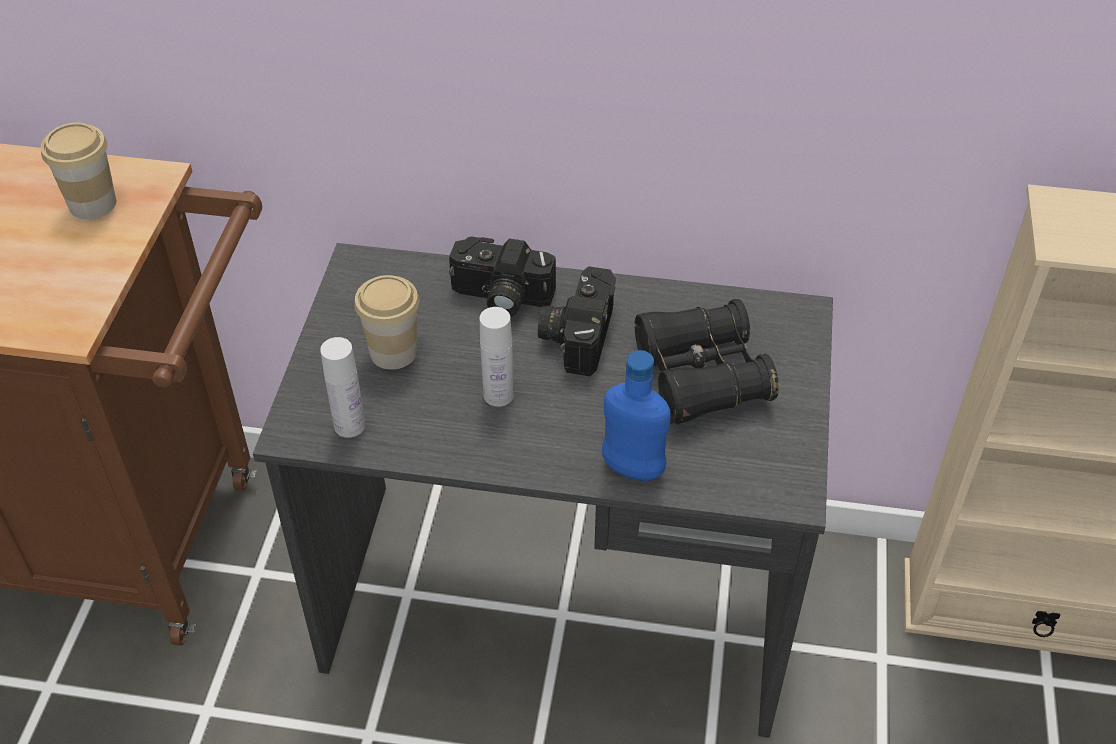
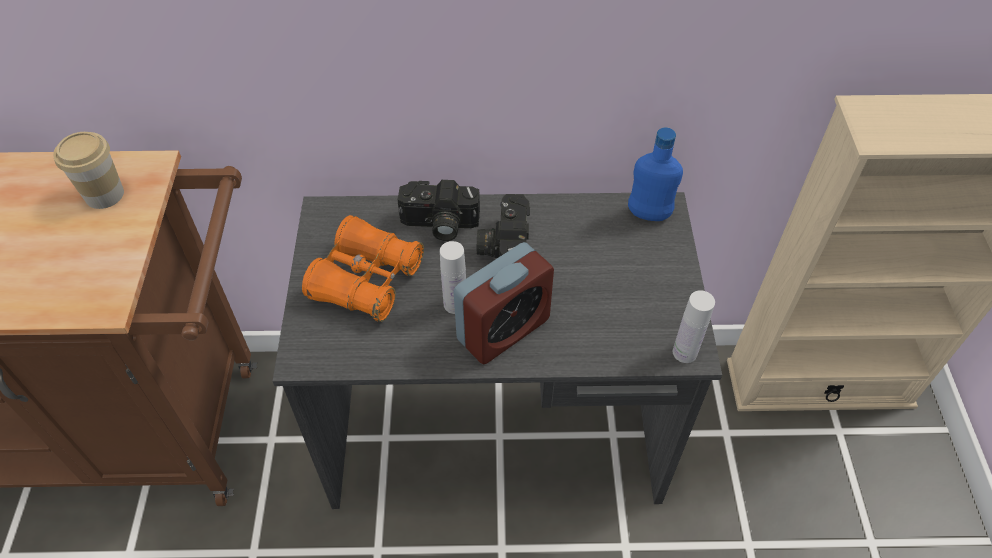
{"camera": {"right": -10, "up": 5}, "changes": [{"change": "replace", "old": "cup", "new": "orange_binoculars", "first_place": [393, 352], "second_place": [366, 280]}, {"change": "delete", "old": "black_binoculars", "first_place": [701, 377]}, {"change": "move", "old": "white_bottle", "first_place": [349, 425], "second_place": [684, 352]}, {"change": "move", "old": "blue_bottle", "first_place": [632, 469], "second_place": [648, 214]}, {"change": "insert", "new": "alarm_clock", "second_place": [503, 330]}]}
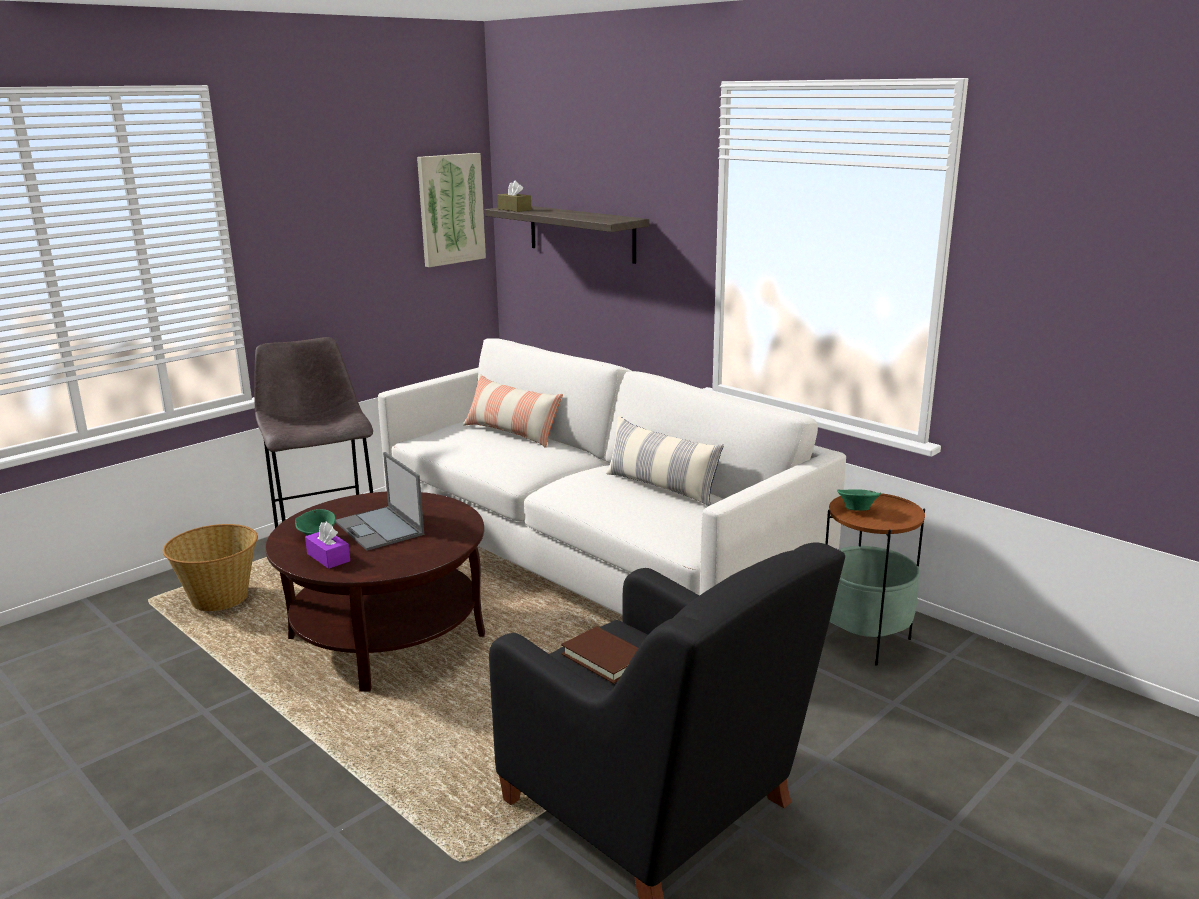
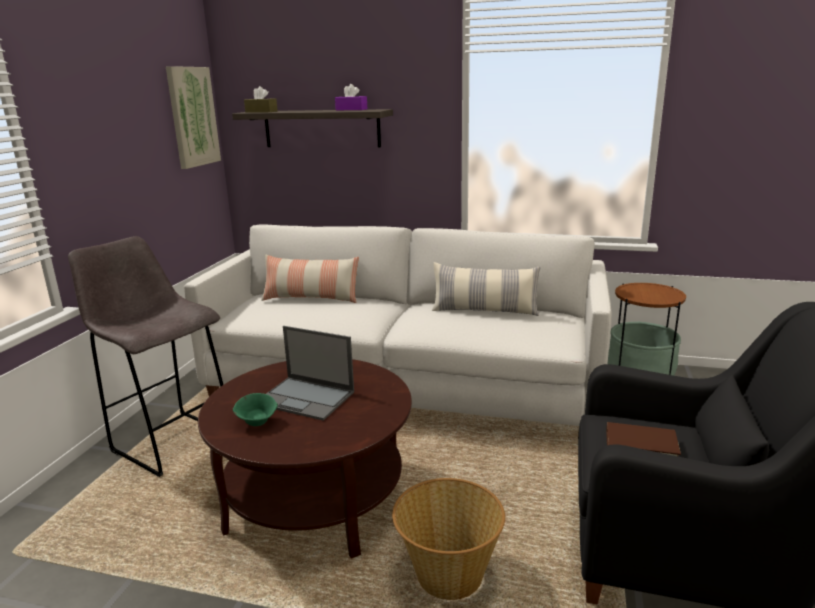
{"camera": {"right": -30, "up": 0}, "changes": [{"change": "delete", "old": "green_bowl", "first_place": [856, 510]}, {"change": "move", "old": "purple_tissue_box", "first_place": [328, 557], "second_place": [351, 109]}, {"change": "move", "old": "basket", "first_place": [220, 598], "second_place": [448, 574]}]}
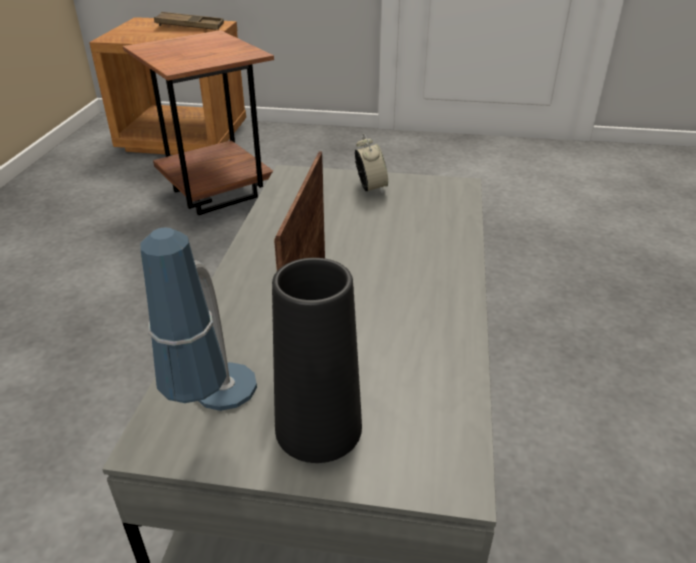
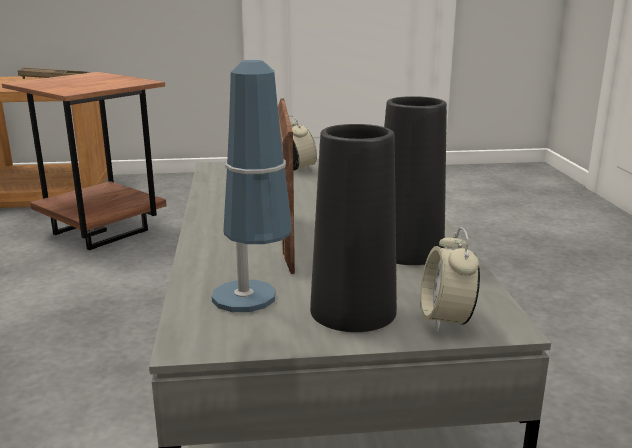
{"camera": {"right": -15, "up": -15}, "changes": [{"change": "insert", "new": "black_vase", "second_place": [408, 251]}, {"change": "insert", "new": "alarm_clock", "second_place": [446, 320]}]}
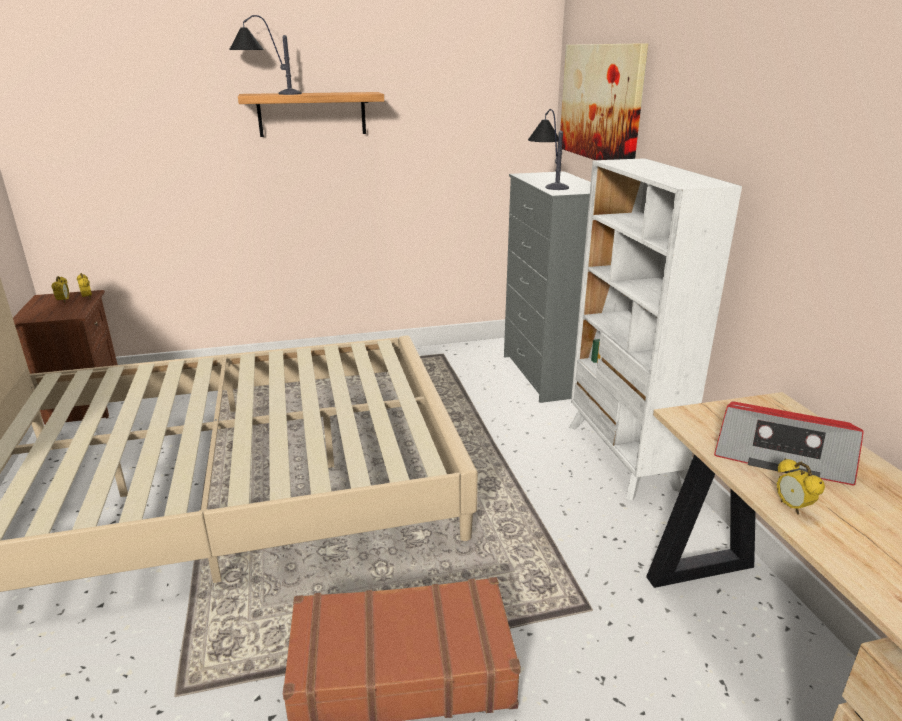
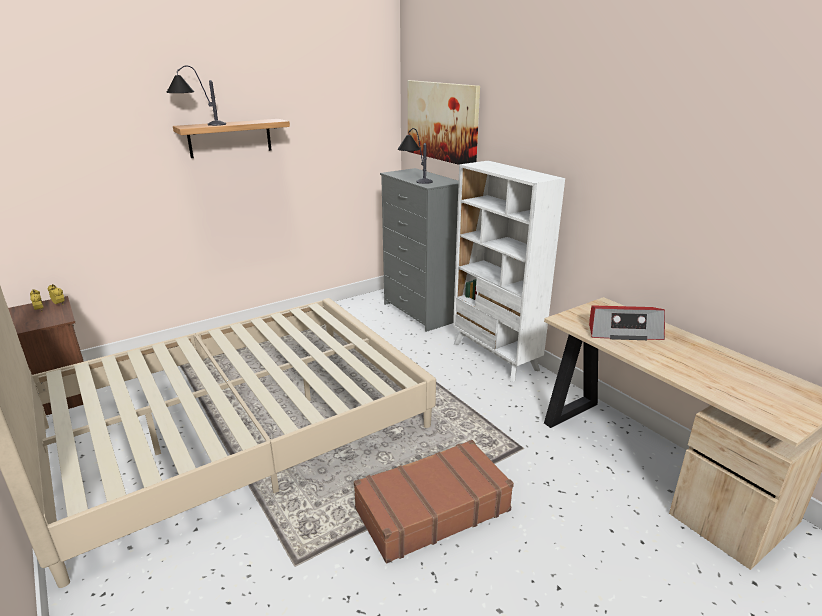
{"camera": {"right": -20, "up": 0}, "changes": [{"change": "delete", "old": "alarm_clock", "first_place": [792, 507]}]}
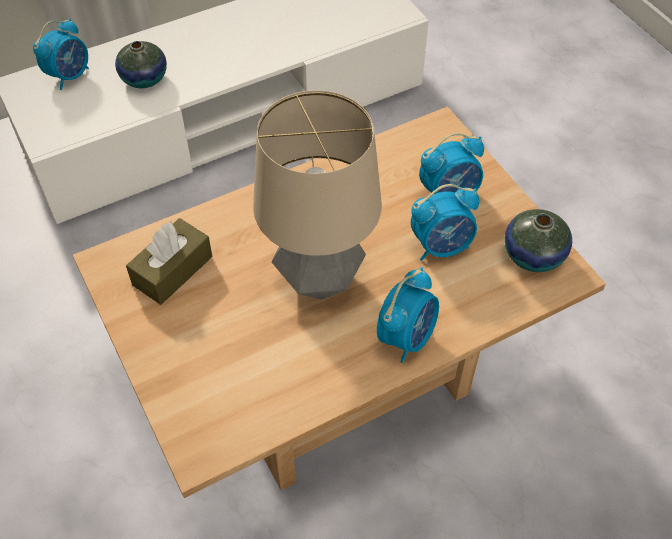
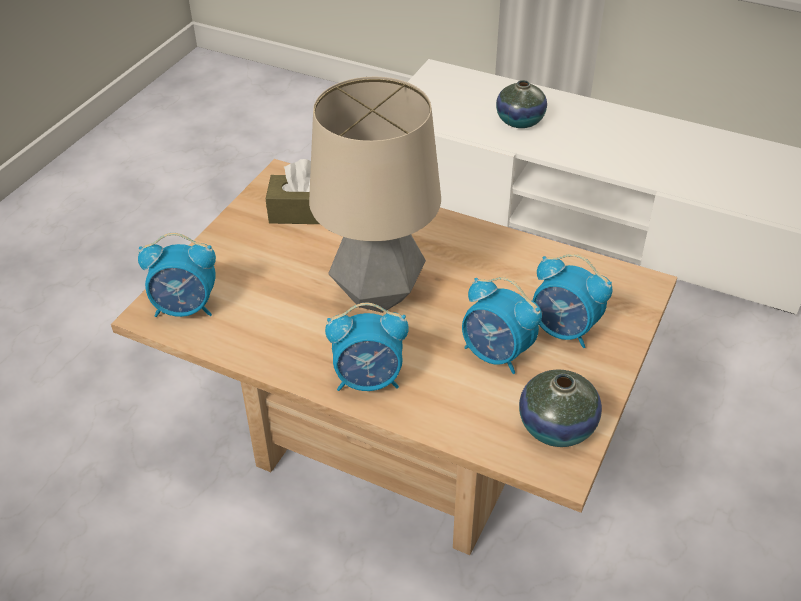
{"camera": {"right": 55, "up": -10}, "changes": [{"change": "move", "old": "alarm_clock", "first_place": [70, 75], "second_place": [186, 308]}]}
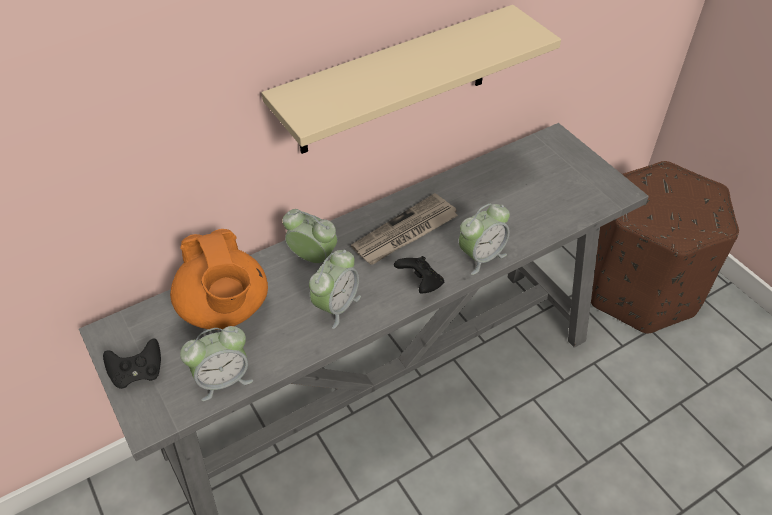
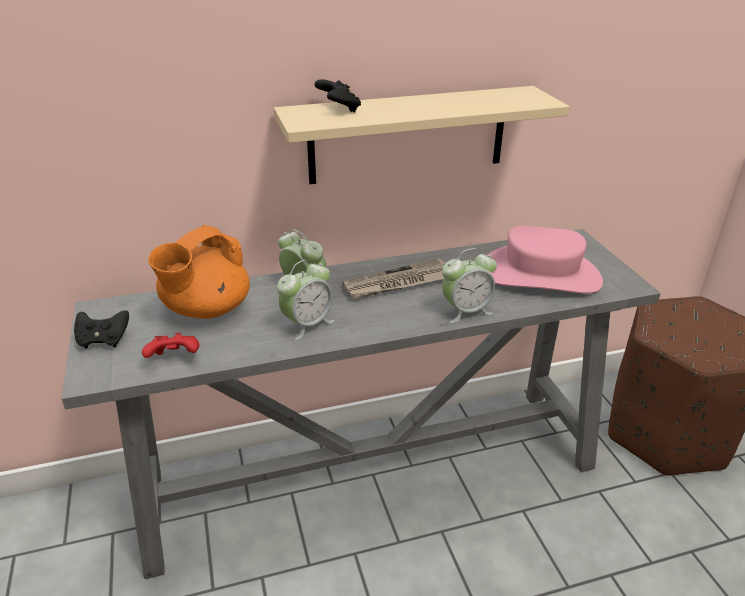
{"camera": {"right": 15, "up": -15}, "changes": [{"change": "rotate", "old": "orange_teapot", "first_place": [225, 309], "second_place": [206, 309], "degrees": 45}, {"change": "move", "old": "black_game_controller", "first_place": [420, 283], "second_place": [339, 109]}, {"change": "replace", "old": "alarm_clock", "new": "red_game_controller", "first_place": [223, 379], "second_place": [174, 359]}, {"change": "insert", "new": "pink_hat", "second_place": [540, 274]}]}
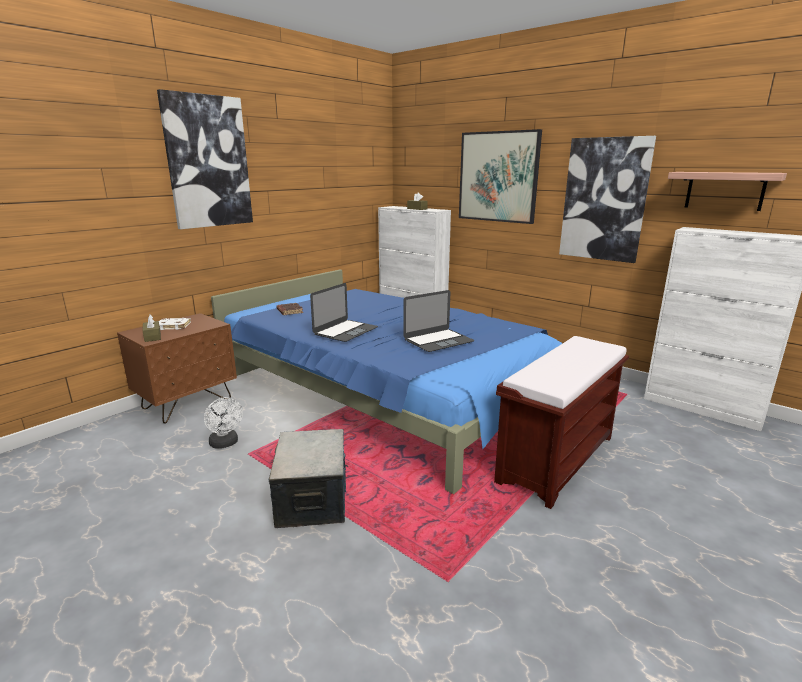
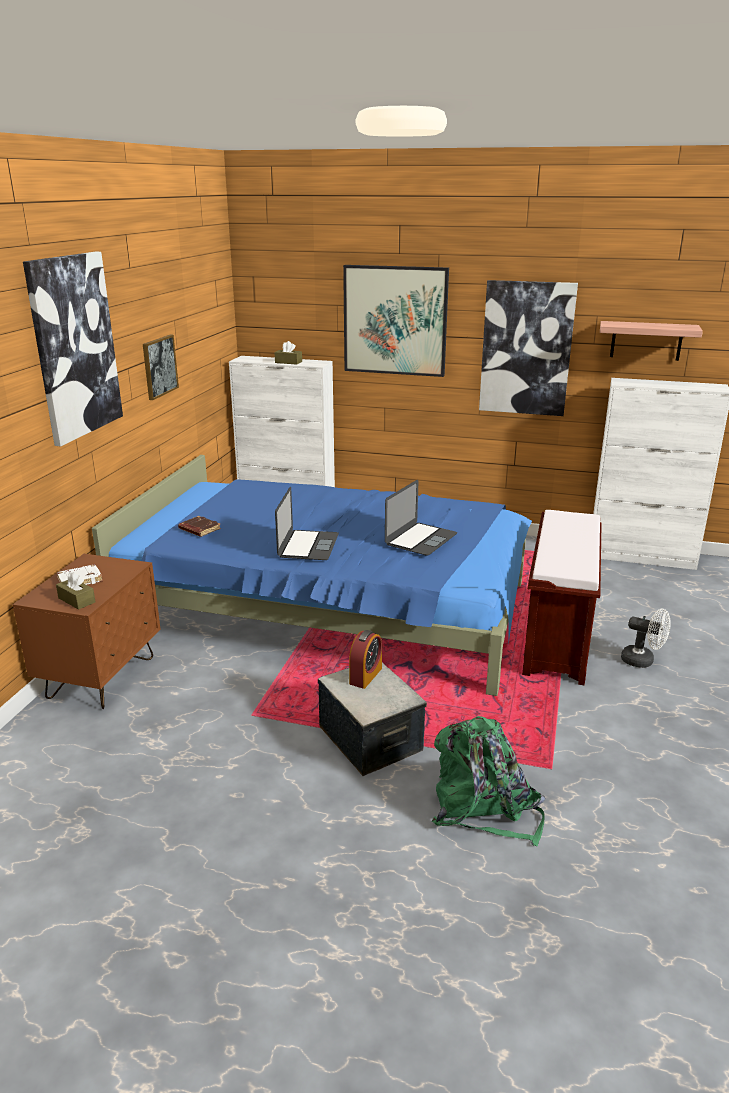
{"camera": {"right": -25, "up": 5}, "changes": [{"change": "move", "old": "white_fan", "first_place": [225, 443], "second_place": [643, 661]}, {"change": "insert", "new": "picture", "second_place": [159, 366]}, {"change": "insert", "new": "alarm_clock", "second_place": [365, 676]}, {"change": "insert", "new": "green_backpack", "second_place": [484, 808]}]}
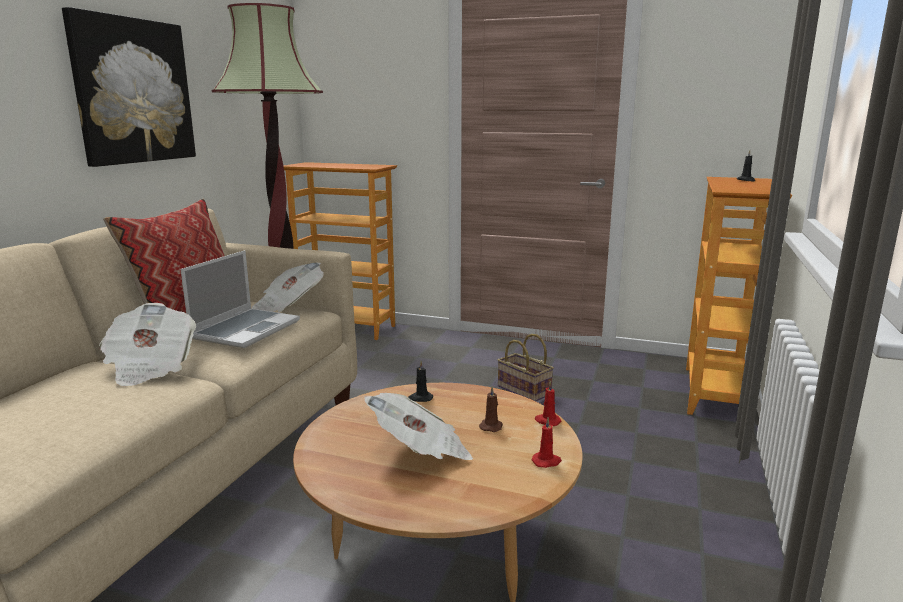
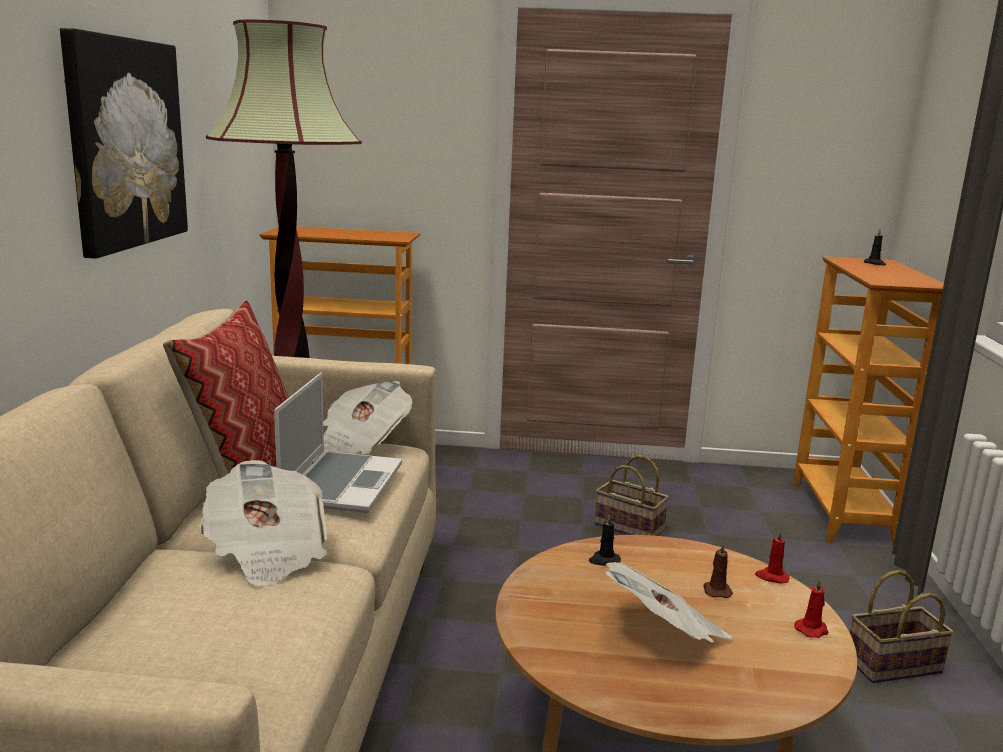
{"camera": {"right": -15, "up": 0}, "changes": [{"change": "insert", "new": "basket", "second_place": [892, 666]}]}
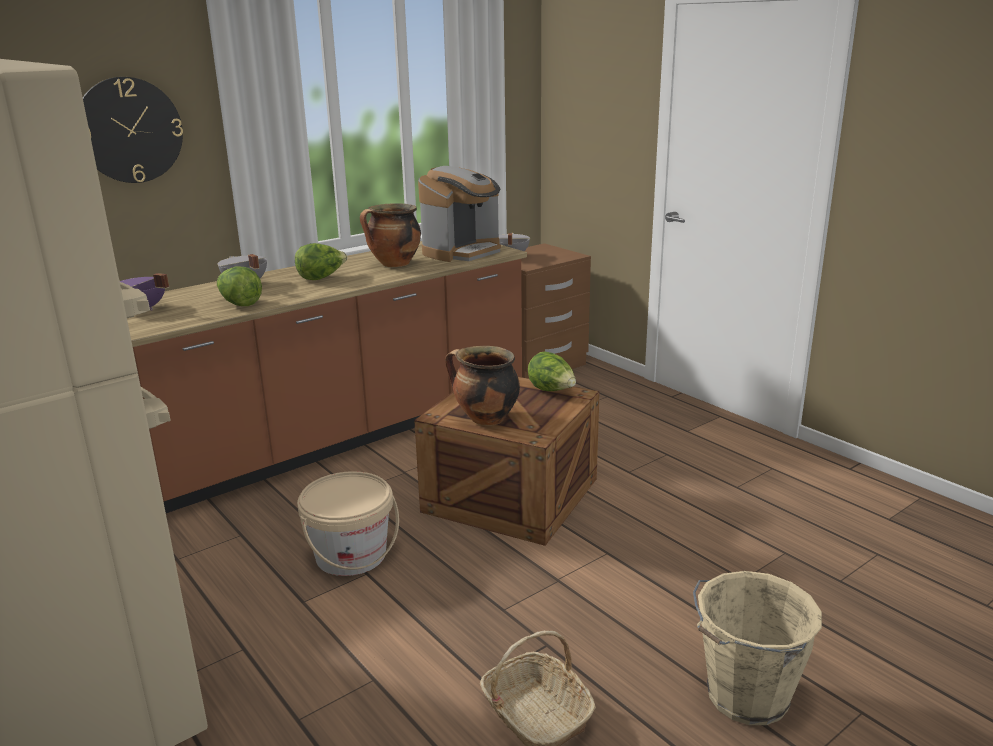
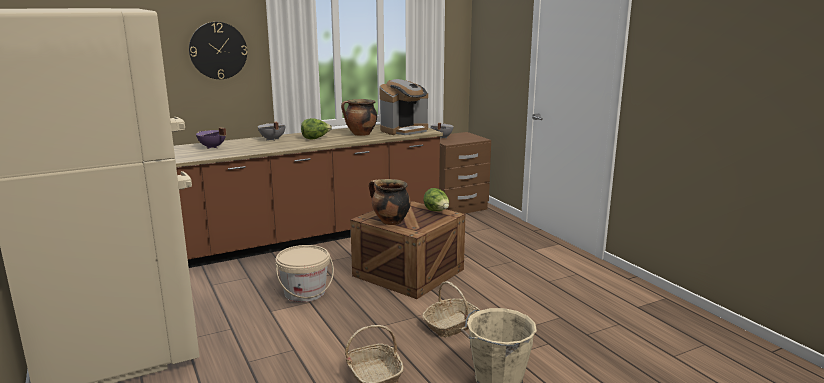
{"camera": {"right": 10, "up": -5}, "changes": [{"change": "delete", "old": "lettuce", "first_place": [240, 304]}, {"change": "insert", "new": "basket", "second_place": [452, 325]}]}
